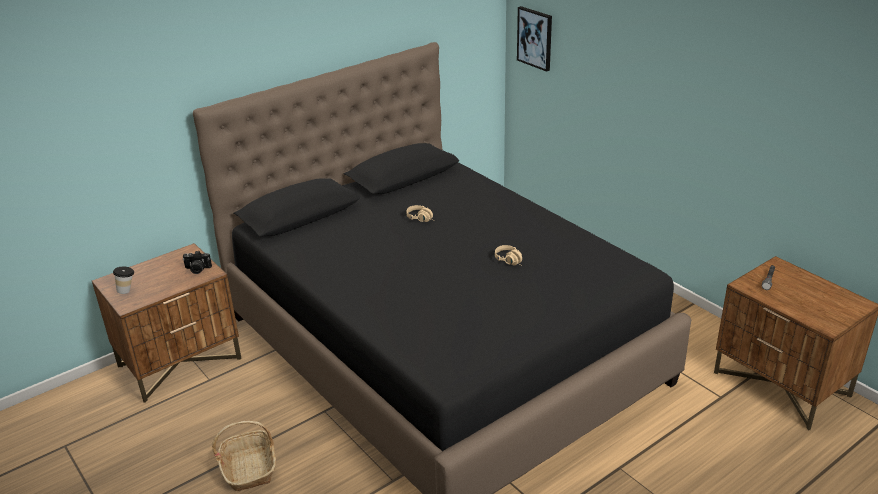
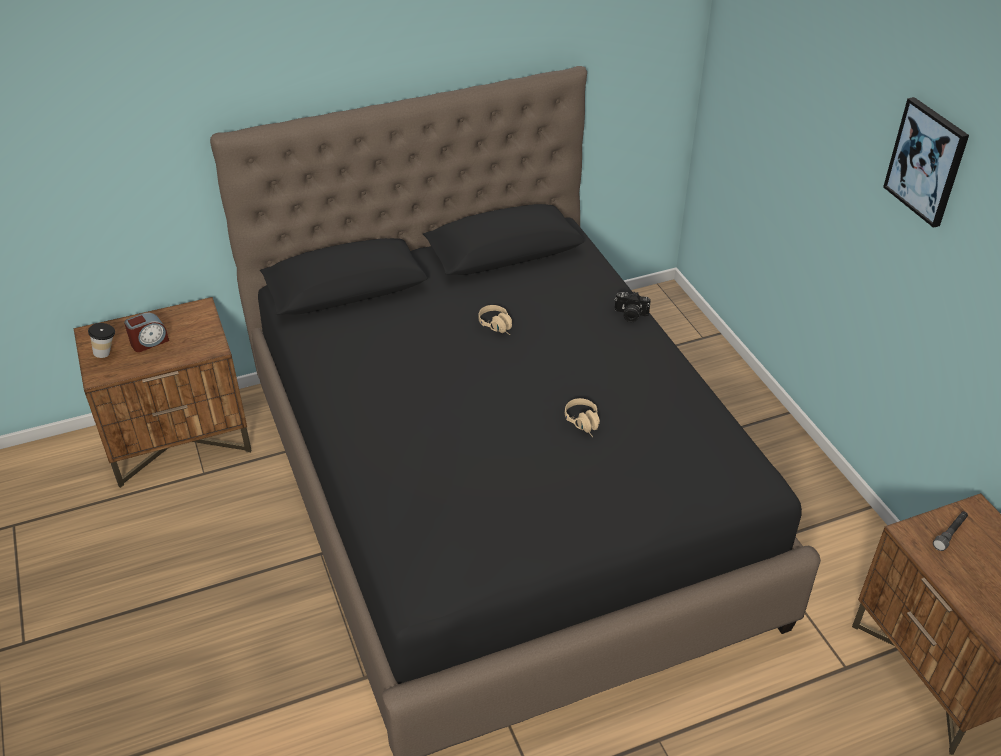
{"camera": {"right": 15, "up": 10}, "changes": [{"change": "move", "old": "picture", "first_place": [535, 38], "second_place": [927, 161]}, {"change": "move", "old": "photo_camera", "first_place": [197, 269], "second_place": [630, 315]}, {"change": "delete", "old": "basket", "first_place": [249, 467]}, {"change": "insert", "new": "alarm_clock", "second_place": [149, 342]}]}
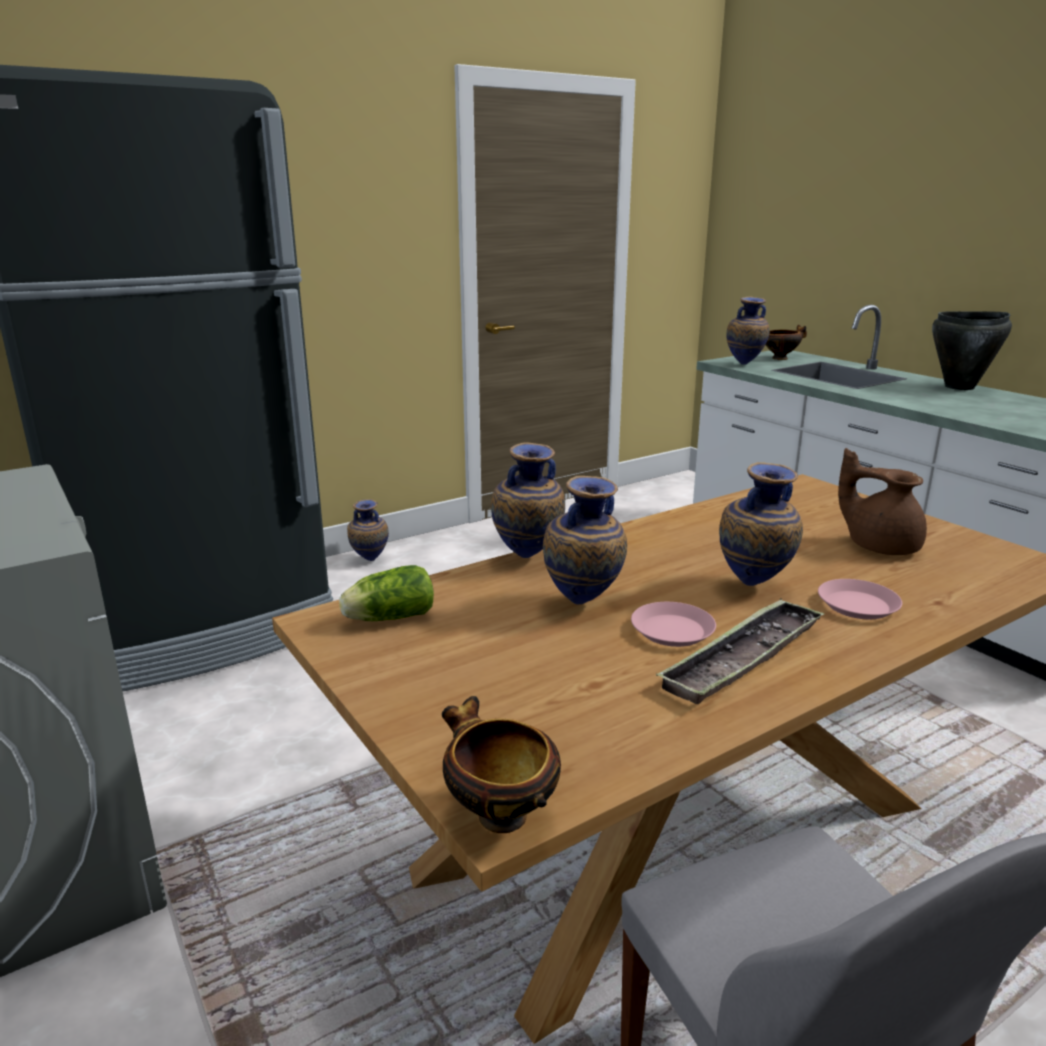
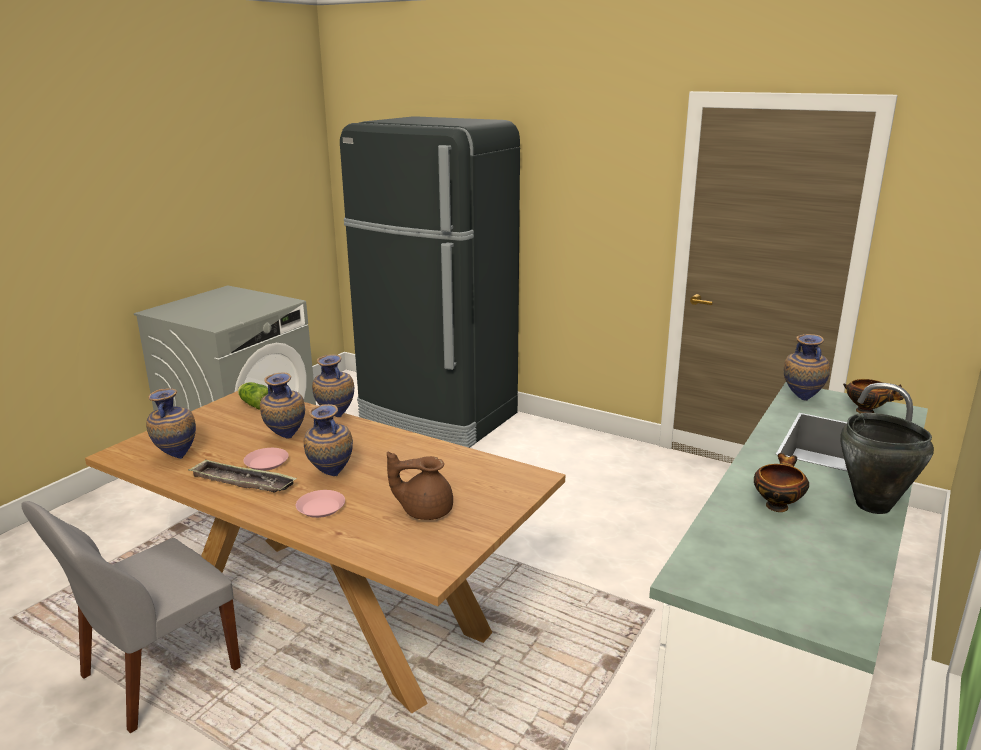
{"camera": {"right": 65, "up": 0}, "changes": [{"change": "rotate", "old": "brown_teapot", "first_place": [880, 545], "second_place": [425, 510], "degrees": -105}, {"change": "move", "old": "vase", "first_place": [369, 561], "second_place": [176, 457]}, {"change": "move", "old": "bowl", "first_place": [498, 814], "second_place": [776, 505]}]}
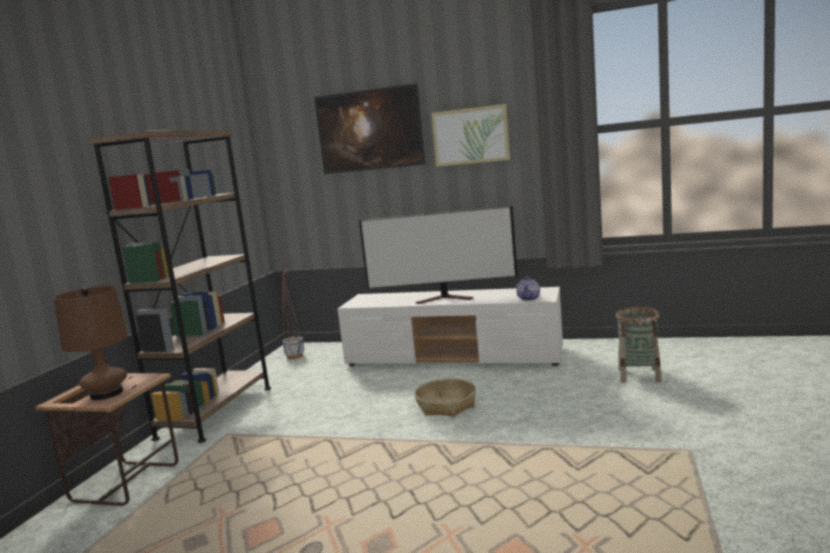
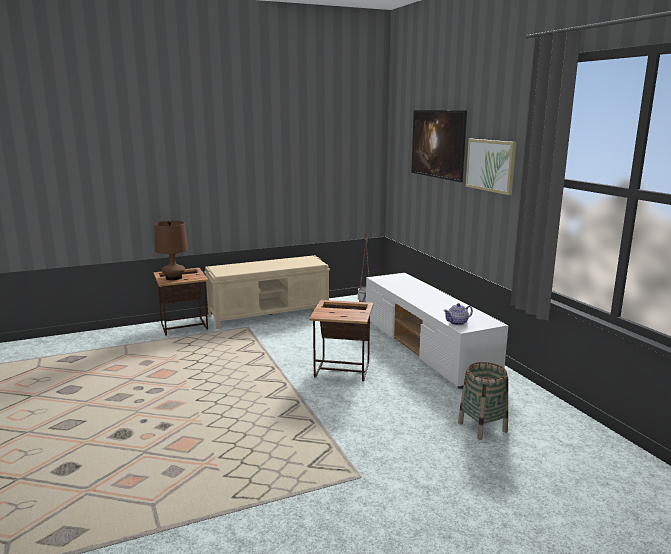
{"camera": {"right": 50, "up": 5}, "changes": [{"change": "replace", "old": "brown_bookcase", "new": "beige_bench", "first_place": [216, 412], "second_place": [270, 314]}, {"change": "delete", "old": "television", "first_place": [446, 299]}, {"change": "replace", "old": "basket", "new": "side_table", "first_place": [446, 405], "second_place": [343, 371]}]}
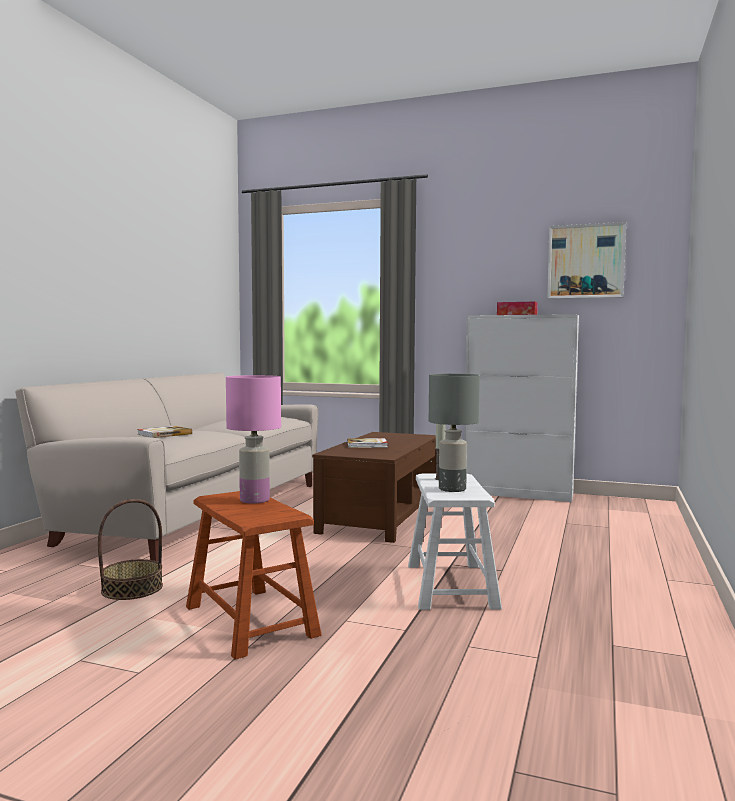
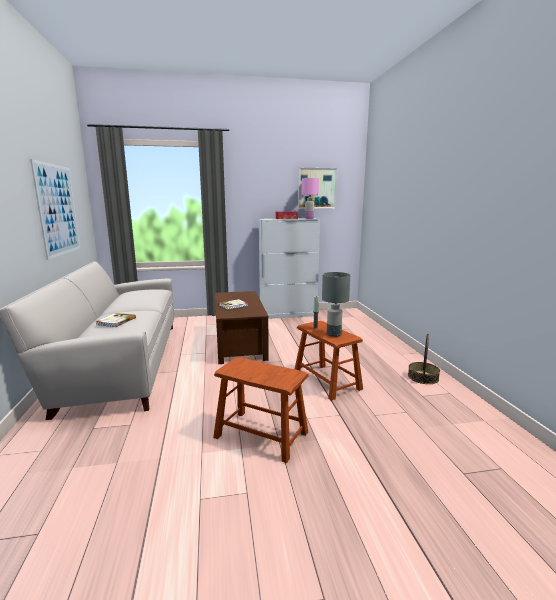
{"camera": {"right": -30, "up": 10}, "changes": [{"change": "move", "old": "pink_table_lamp", "first_place": [255, 500], "second_place": [309, 218]}, {"change": "recolor", "old": "white_stool", "new": "brown_stool", "first_place": [451, 585], "second_place": [326, 381]}, {"change": "move", "old": "basket", "first_place": [132, 588], "second_place": [423, 377]}, {"change": "insert", "new": "picture", "second_place": [58, 210]}]}
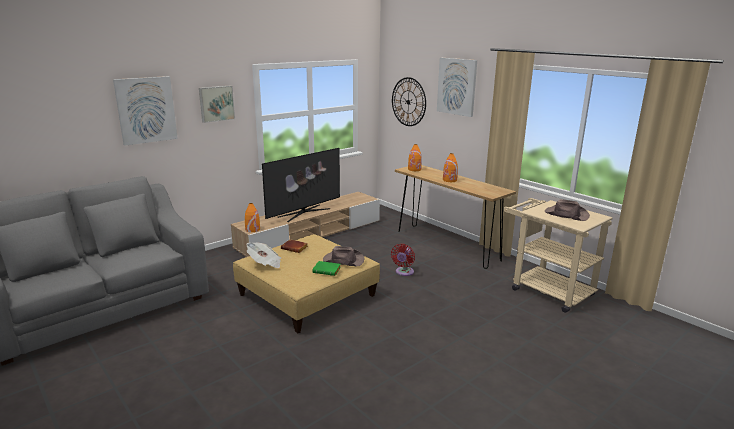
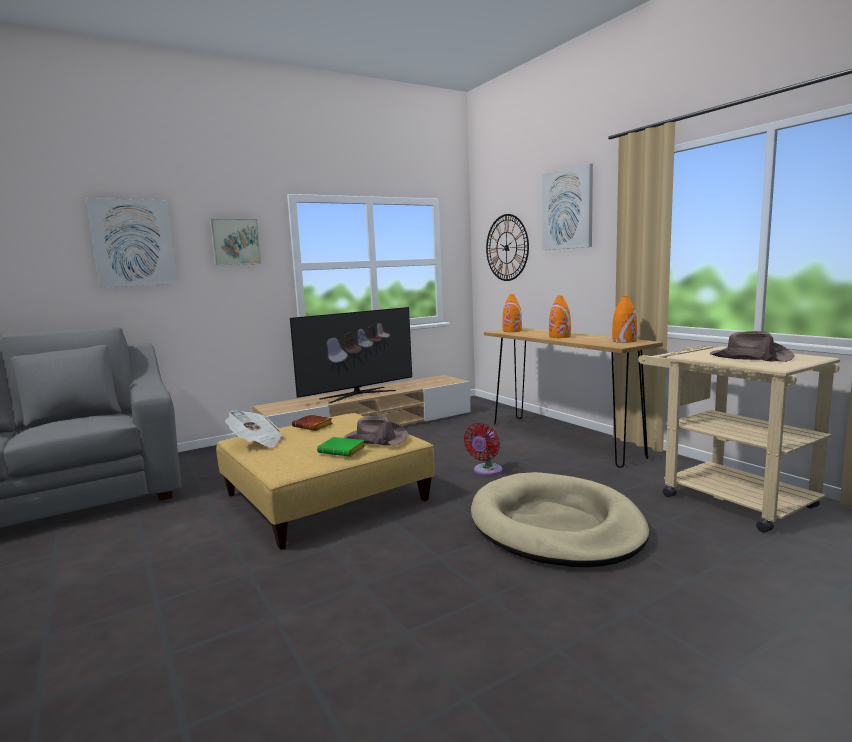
{"camera": {"right": 10, "up": -10}, "changes": [{"change": "move", "old": "orange_vase", "first_place": [252, 229], "second_place": [624, 341]}, {"change": "insert", "new": "beige_dog_bed", "second_place": [555, 525]}]}
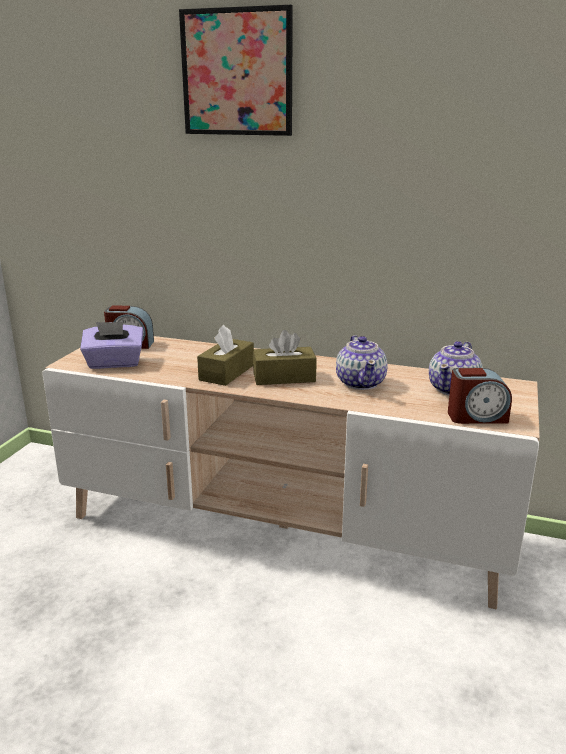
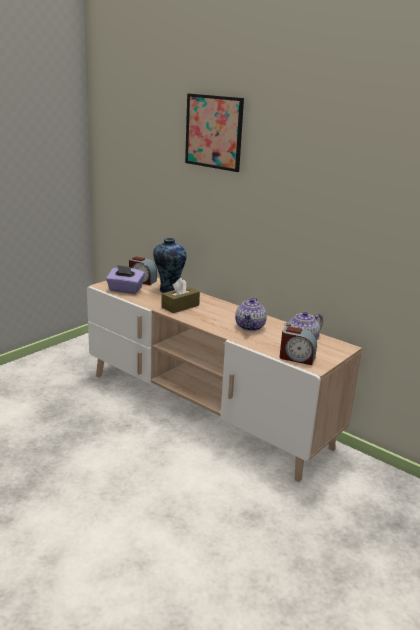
{"camera": {"right": 20, "up": 0}, "changes": [{"change": "delete", "old": "brown_tissue_box", "first_place": [284, 377]}, {"change": "insert", "new": "vase", "second_place": [168, 290]}]}
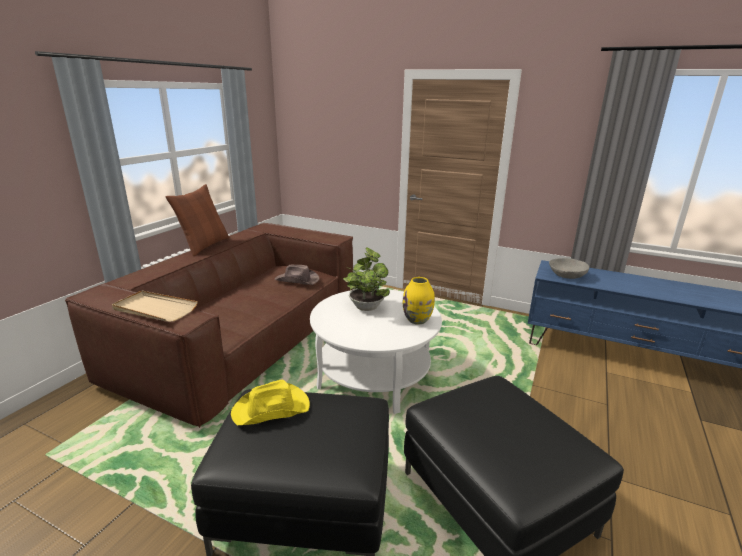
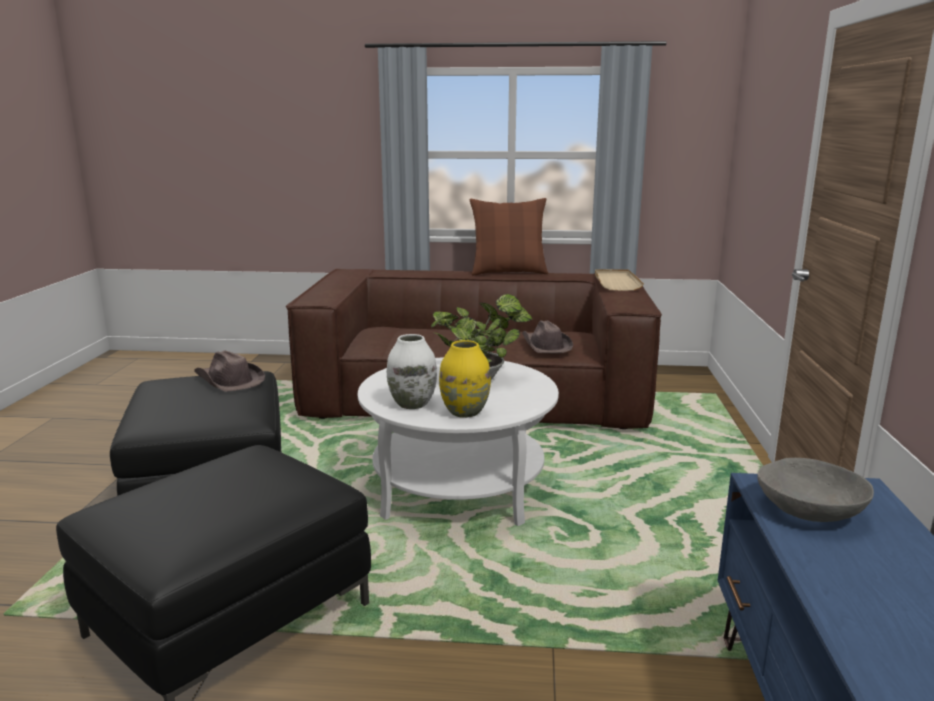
{"camera": {"right": 70, "up": -5}, "changes": [{"change": "move", "old": "beige_tray", "first_place": [154, 309], "second_place": [616, 282]}, {"change": "recolor", "old": "yellow_hat", "new": "brown_hat", "first_place": [272, 409], "second_place": [229, 380]}, {"change": "insert", "new": "white_vase", "second_place": [411, 404]}]}
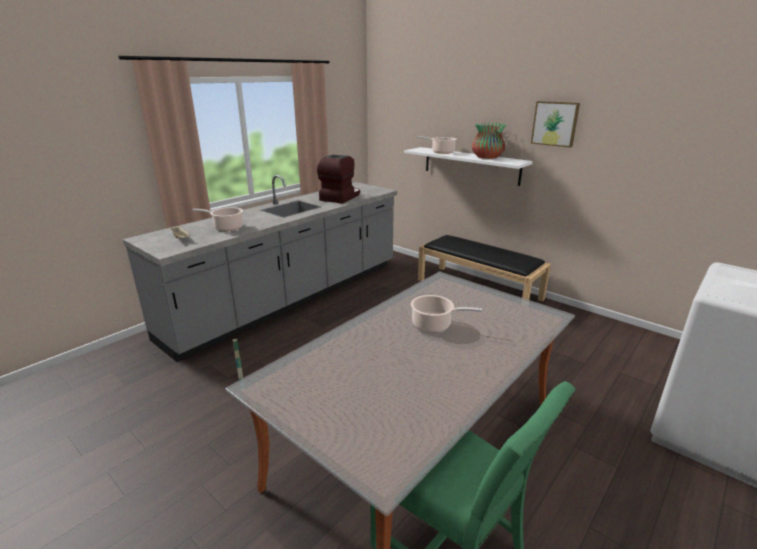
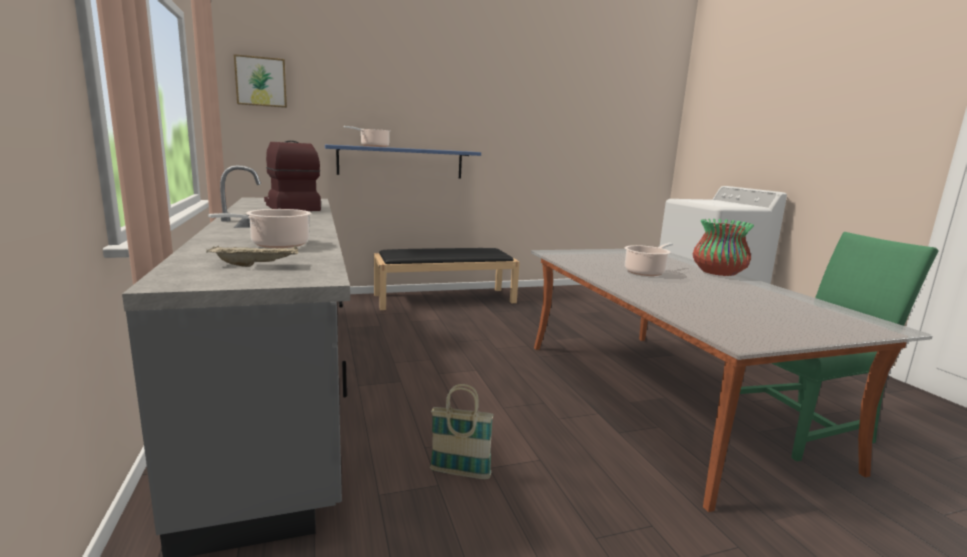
{"camera": {"right": -60, "up": -10}, "changes": [{"change": "move", "old": "picture", "first_place": [555, 123], "second_place": [261, 82]}, {"change": "move", "old": "vase", "first_place": [487, 157], "second_place": [718, 273]}, {"change": "recolor", "old": "white_shelf", "new": "blue_shelf", "first_place": [471, 165], "second_place": [401, 162]}]}
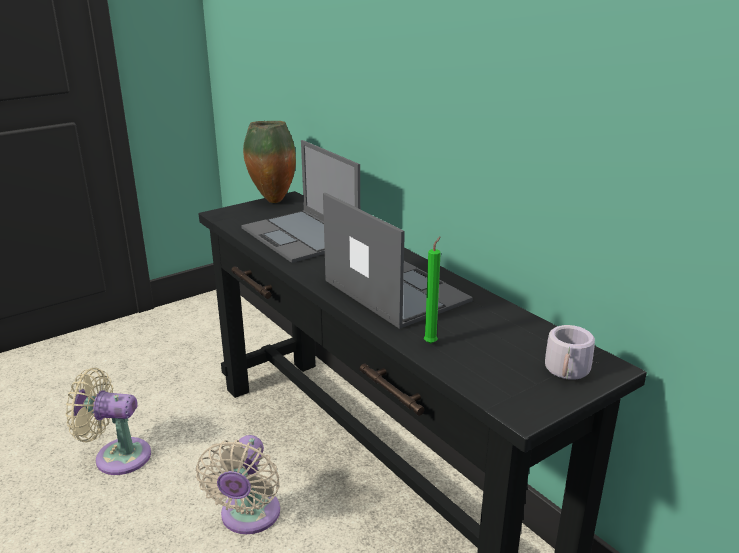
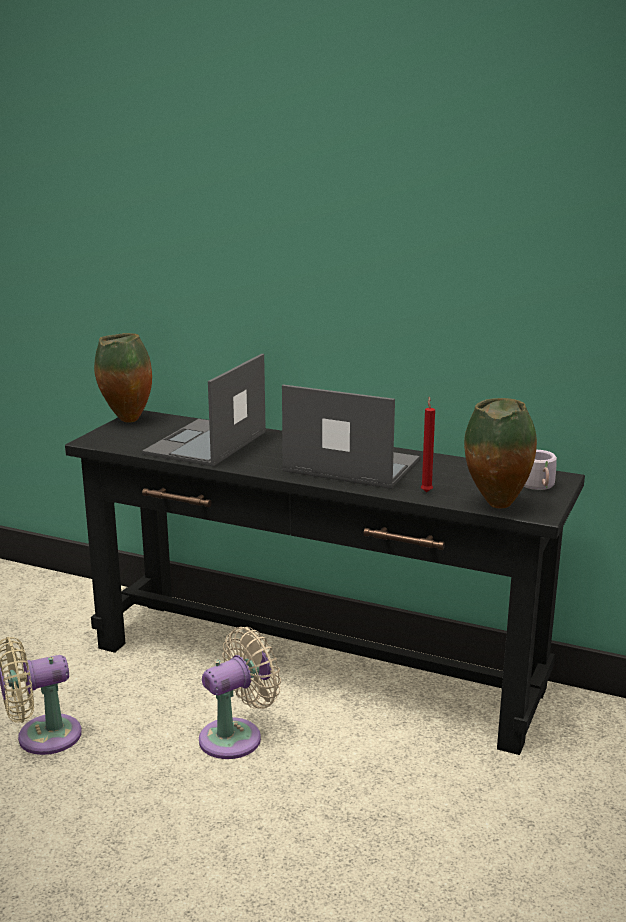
{"camera": {"right": -30, "up": -5}, "changes": [{"change": "rotate", "old": "laptop", "first_place": [301, 236], "second_place": [205, 444], "degrees": 90}, {"change": "recolor", "old": "green_candle", "new": "red_candle", "first_place": [431, 342], "second_place": [426, 491]}, {"change": "rotate", "old": "beige_fan", "first_place": [248, 517], "second_place": [236, 737], "degrees": -105}, {"change": "insert", "new": "vase", "second_place": [496, 506]}]}
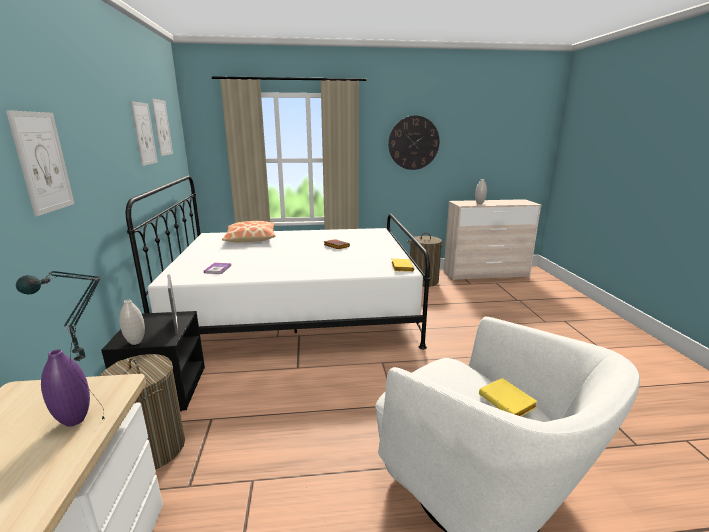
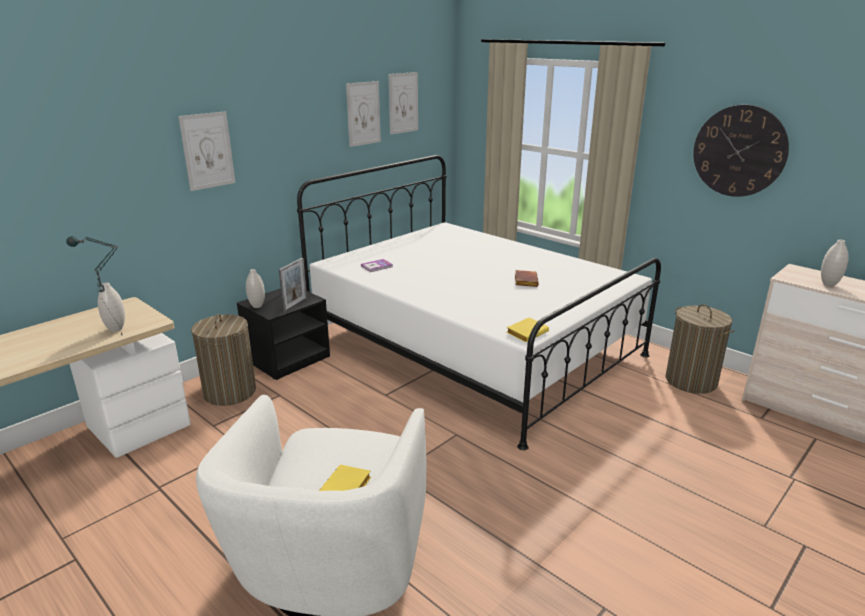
{"camera": {"right": 50, "up": 5}, "changes": [{"change": "delete", "old": "pillow", "first_place": [250, 238]}, {"change": "recolor", "old": "purple_vase", "new": "white_vase", "first_place": [74, 420], "second_place": [116, 329]}]}
